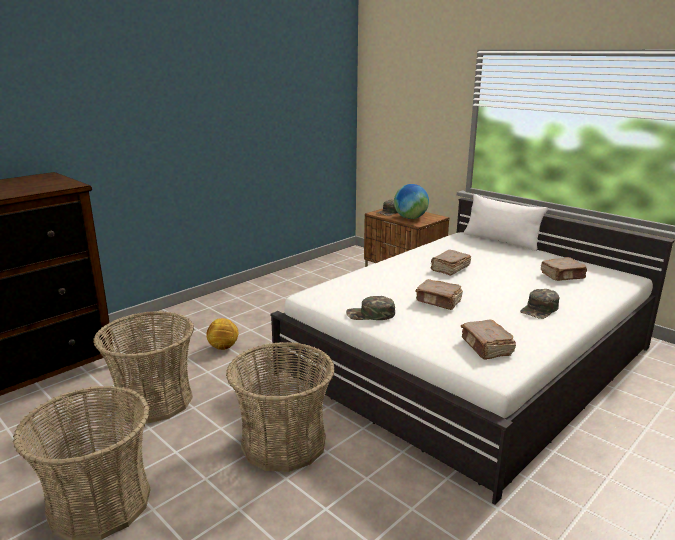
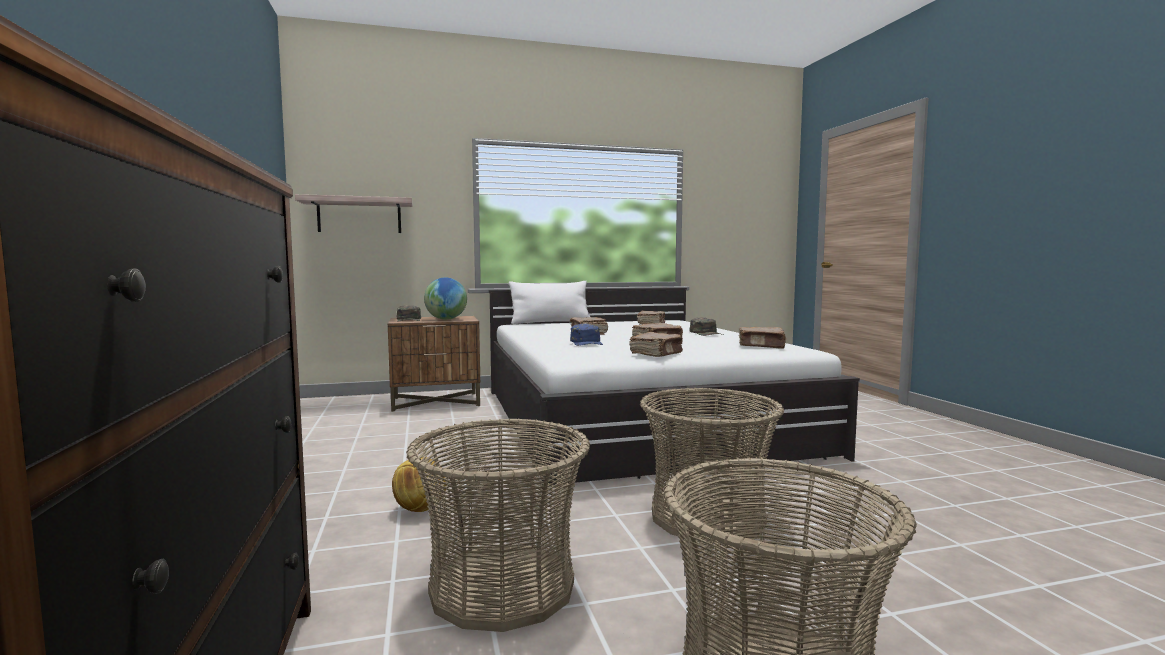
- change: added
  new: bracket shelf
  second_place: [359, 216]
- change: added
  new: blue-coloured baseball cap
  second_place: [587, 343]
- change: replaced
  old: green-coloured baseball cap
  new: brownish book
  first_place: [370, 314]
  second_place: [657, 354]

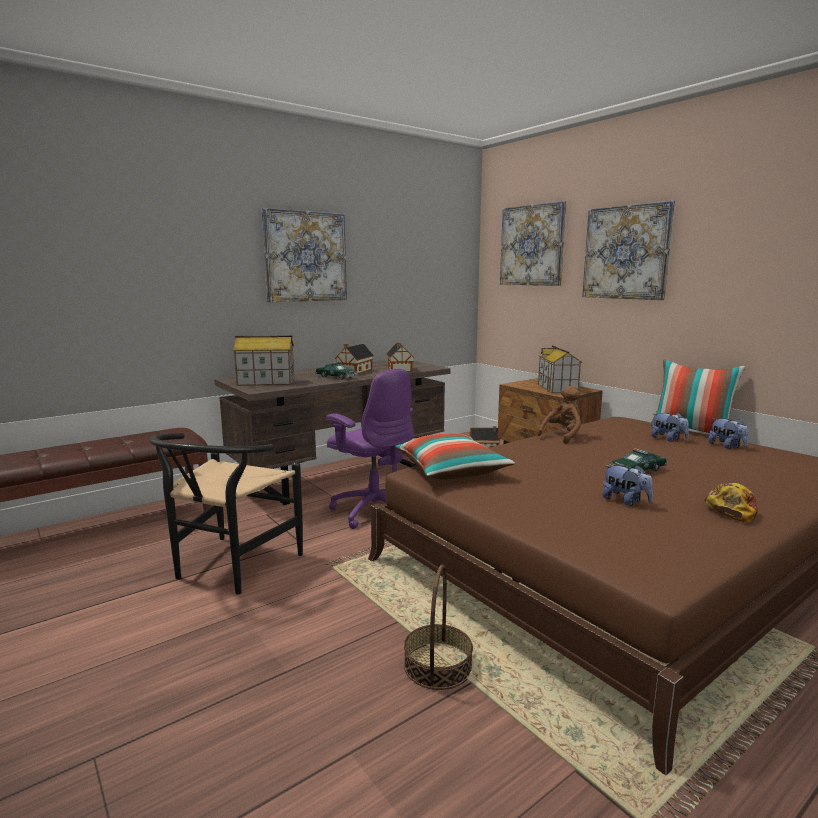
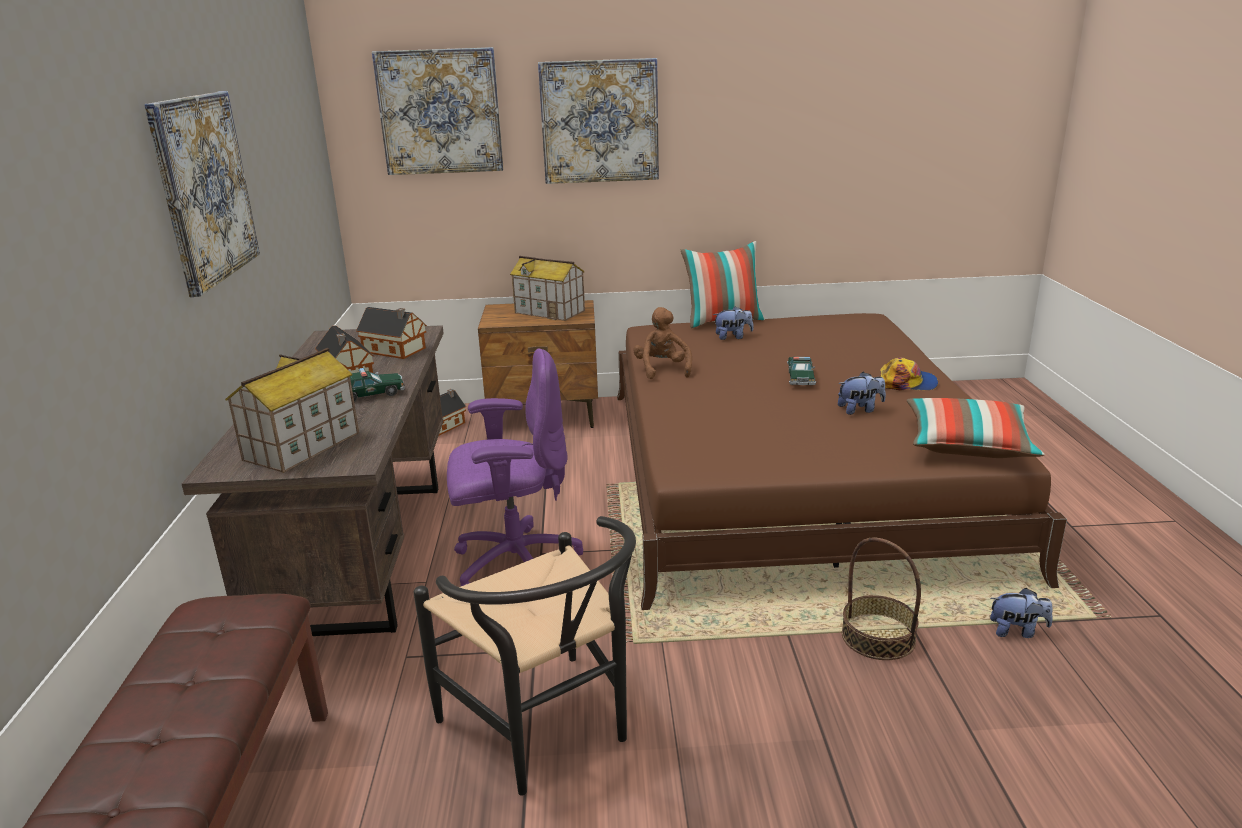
- change: moved
  old: pillow
  first_place: [451, 471]
  second_place: [968, 445]
- change: moved
  old: plush toy
  first_place: [727, 446]
  second_place: [1017, 631]
- change: turned
  old: baseball cap
  first_place: [730, 509]
  second_place: [907, 383]
  degrees: 120

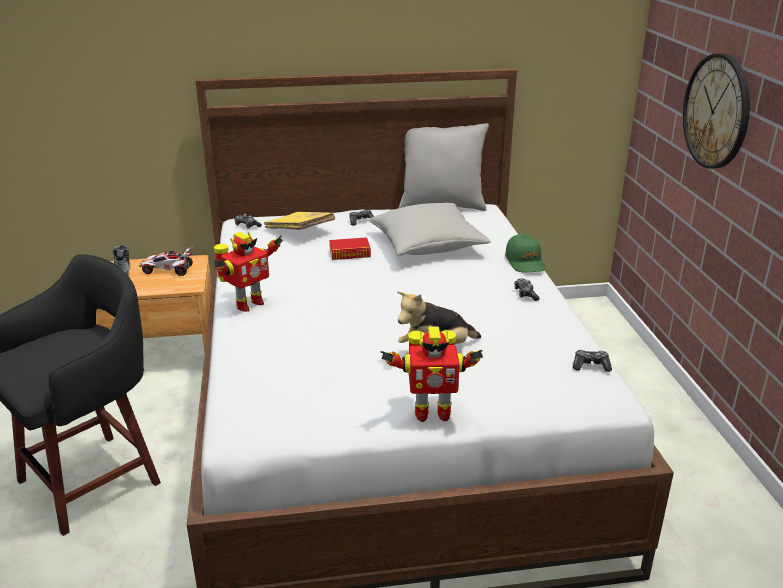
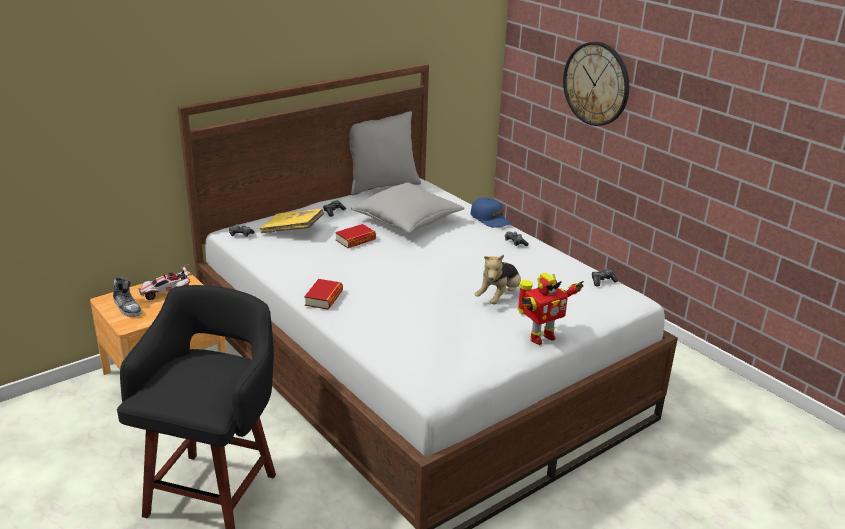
- change: replaced
  old: robot figure
  new: book
  first_place: [247, 304]
  second_place: [324, 298]
- change: recoloured
  old: green-coloured baseball cap
  new: blue-coloured baseball cap
  first_place: [525, 262]
  second_place: [490, 219]

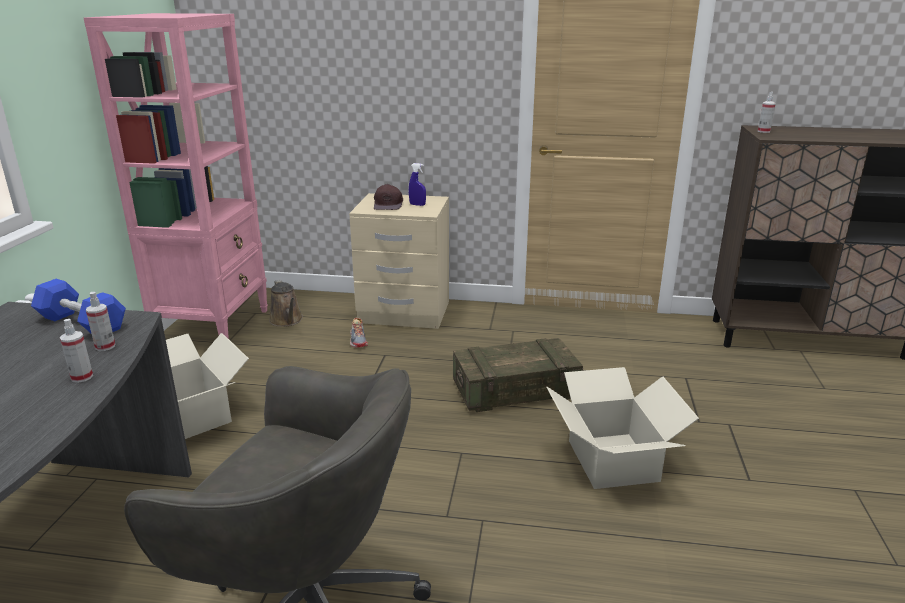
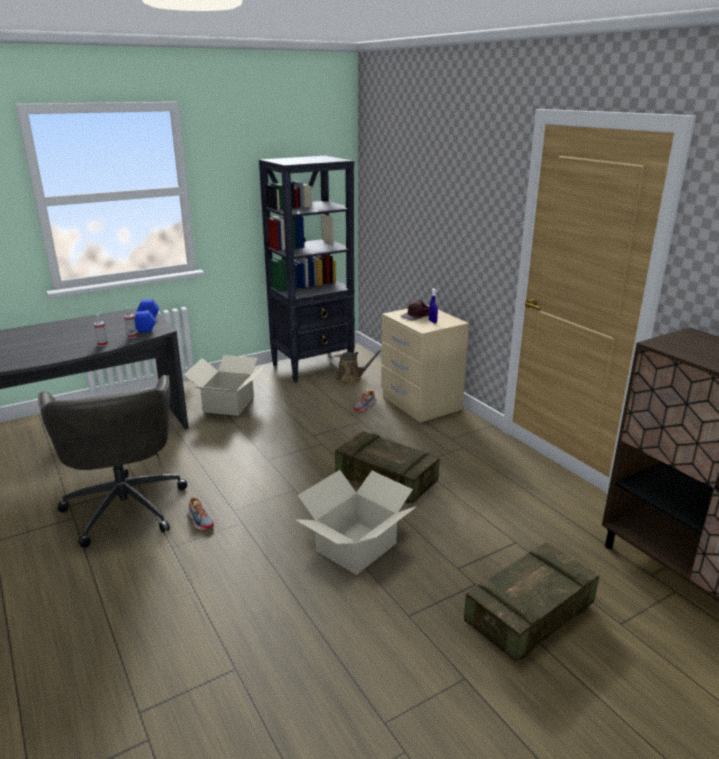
- change: removed
  old: sprayer
  first_place: [763, 131]
- change: added
  new: low shoe
  second_place: [200, 520]
- change: added
  new: packing crate
  second_place: [529, 615]
- change: recoloured
  old: pink shelving unit
  new: black shelving unit
  first_place: [215, 327]
  second_place: [313, 366]
- change: turned
  old: brownish watering can
  first_place: [287, 320]
  second_place: [351, 378]
  degrees: -120

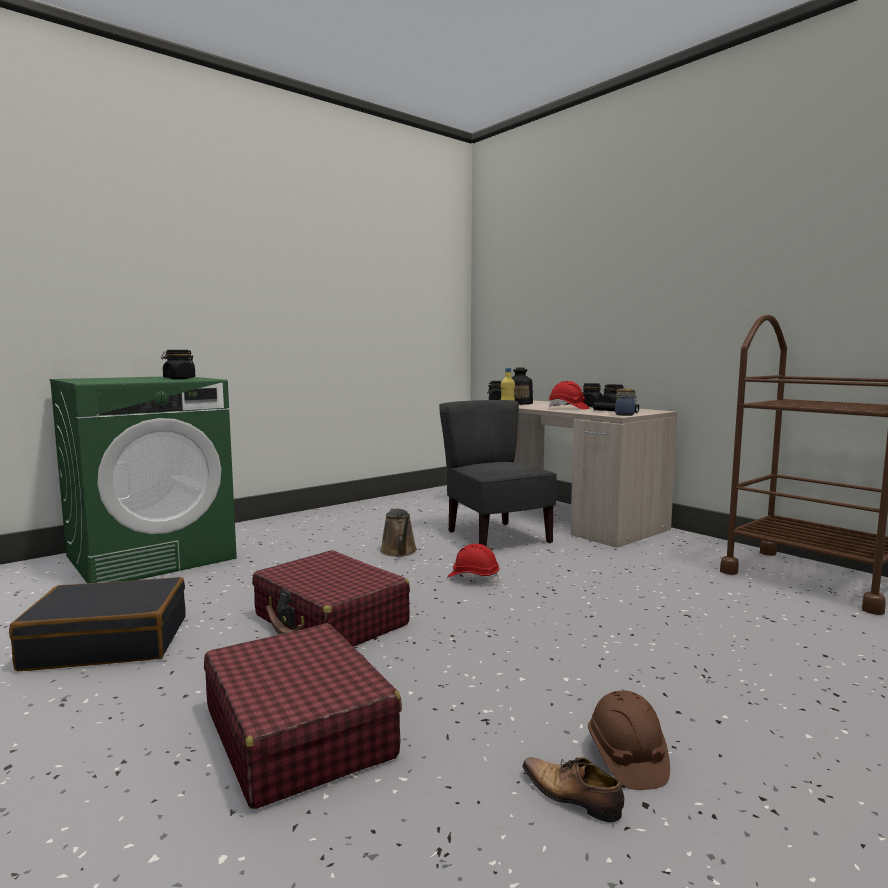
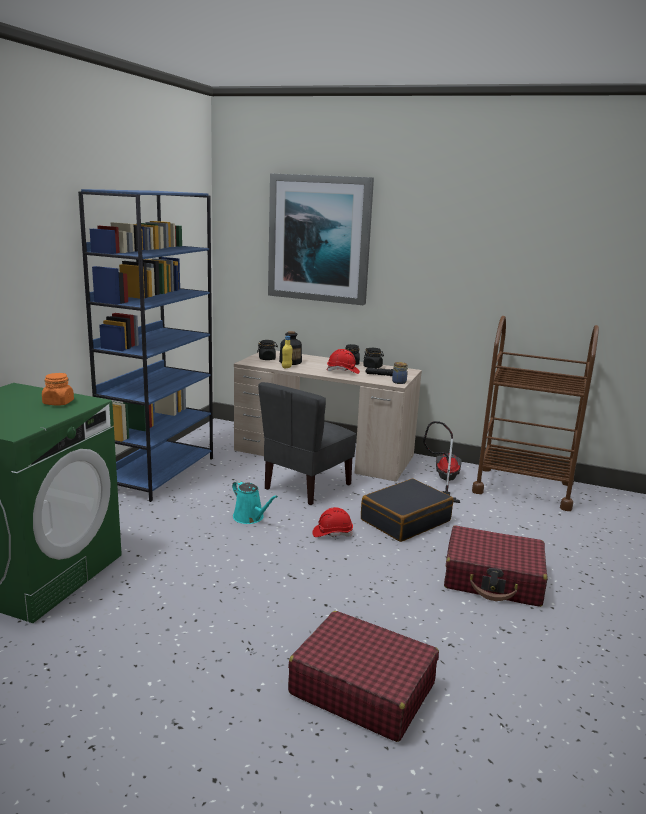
- change: removed
  old: low shoe
  first_place: [572, 797]
- change: removed
  old: brownish hard hat
  first_place: [626, 758]
- change: added
  new: blue-coloured shelving unit
  second_place: [159, 472]
- change: added
  new: wall picture
  second_place: [319, 239]
- change: added
  new: vacuum cleaner
  second_place: [443, 481]
- change: moved
  old: black travel case
  first_place: [108, 642]
  second_place: [405, 520]
- change: moved
  old: reddish travel case
  first_place: [331, 620]
  second_place: [493, 579]
- change: recoloured
  old: black jar
  new: orange jar
  first_place: [179, 379]
  second_place: [58, 403]
- change: recoloured
  old: brownish watering can
  new: turquoise-coloured watering can
  first_place: [399, 552]
  second_place: [250, 518]
- change: turned
  old: grey plain chair
  first_place: [496, 537]
  second_place: [306, 486]
  degrees: -90

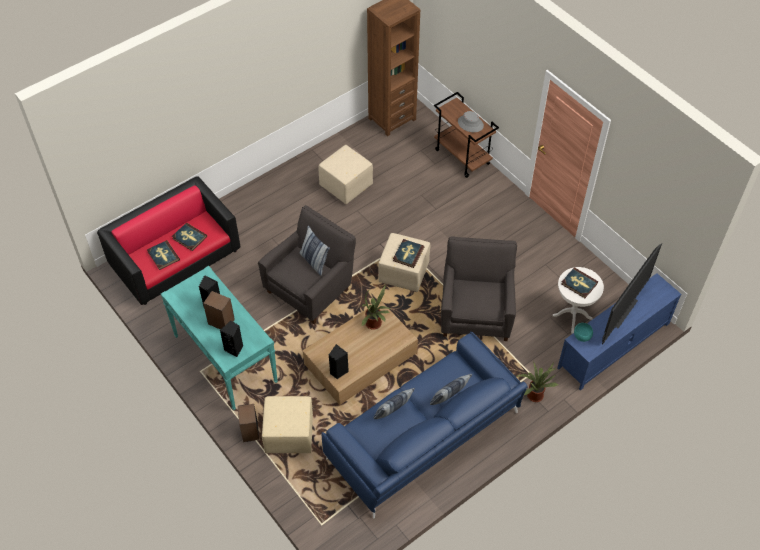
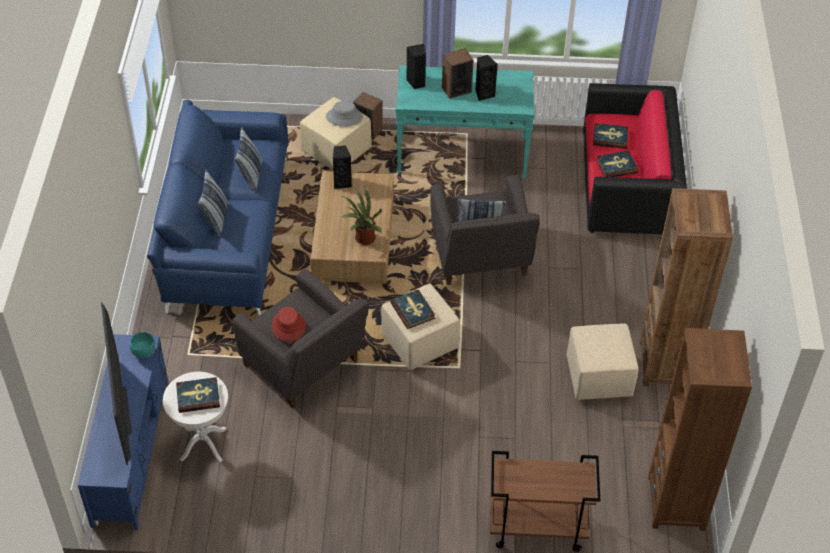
- change: removed
  old: plant in a pot
  first_place: [535, 394]
- change: added
  new: reddish wearable hat
  second_place: [288, 326]
- change: added
  new: brownish shelving unit
  second_place: [665, 364]
- change: moved
  old: grey wearable hat
  first_place: [470, 124]
  second_place: [344, 117]

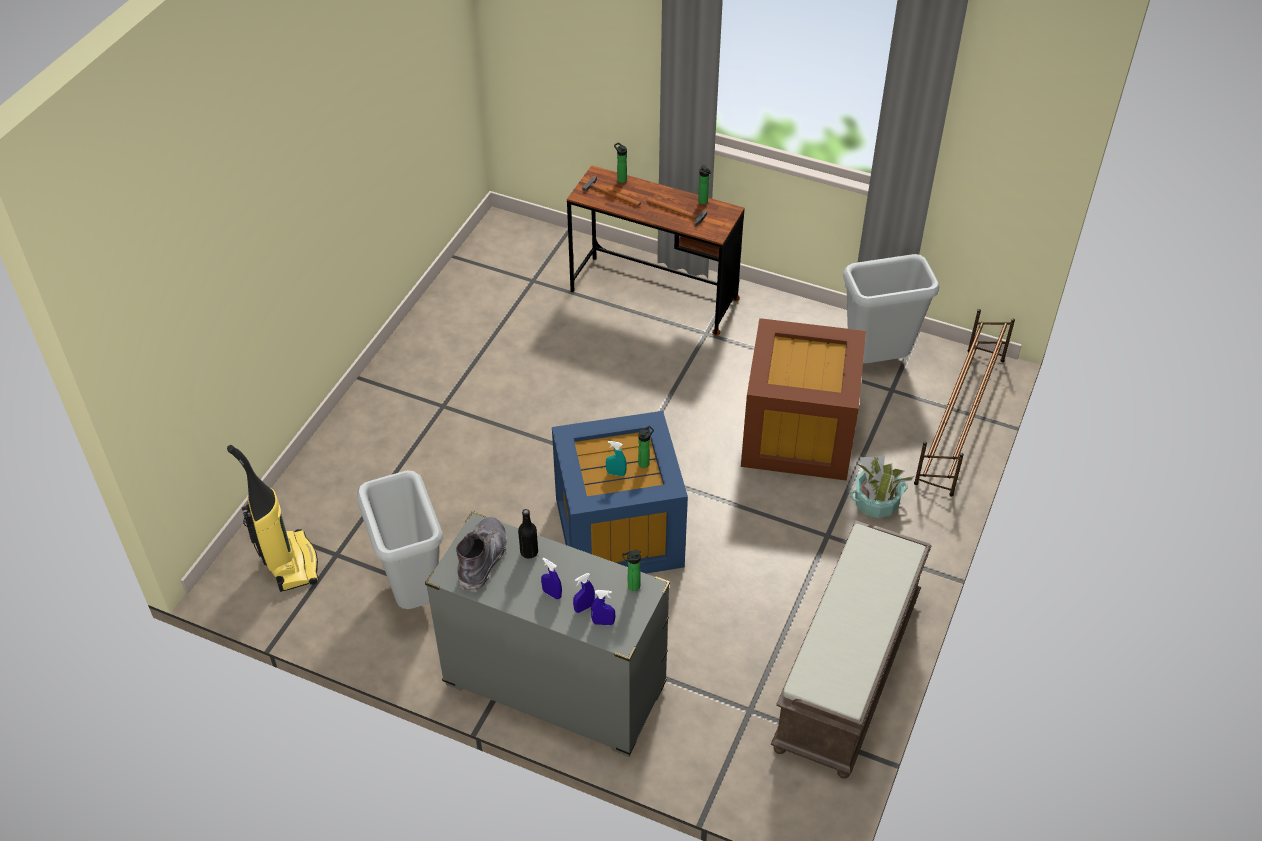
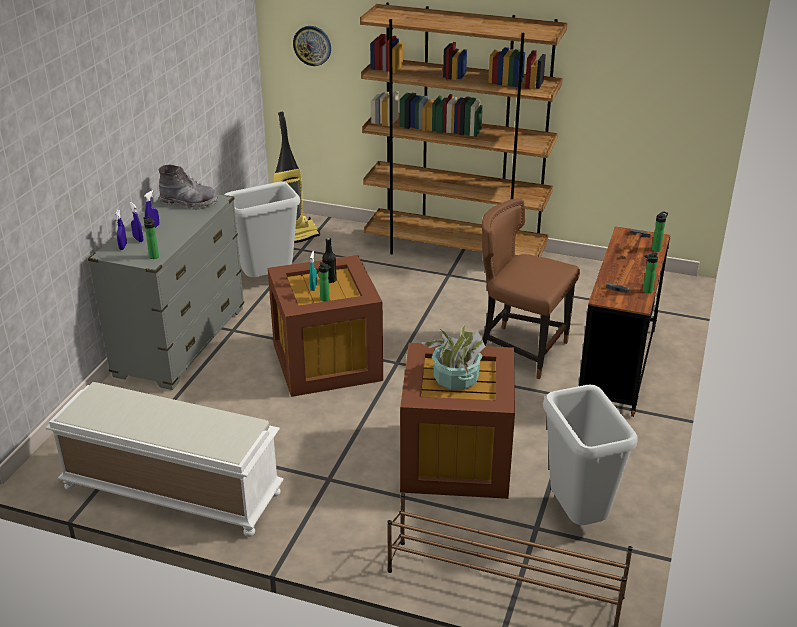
- change: added
  new: wall clock
  second_place: [312, 45]
- change: added
  new: brownish shelving unit
  second_place: [455, 252]
- change: added
  new: brownish plain chair
  second_place: [520, 350]
- change: moved
  old: black bottle
  first_place: [529, 552]
  second_place: [330, 280]
- change: moved
  old: plant in a pot
  first_place: [876, 503]
  second_place: [456, 379]
- change: recoloured
  old: blue-coloured storage container
  new: brownish storage container
  first_place: [616, 531]
  second_place: [328, 361]
- change: recoloured
  old: brownish bench
  new: white-coloured bench
  first_place: [848, 674]
  second_place: [170, 491]

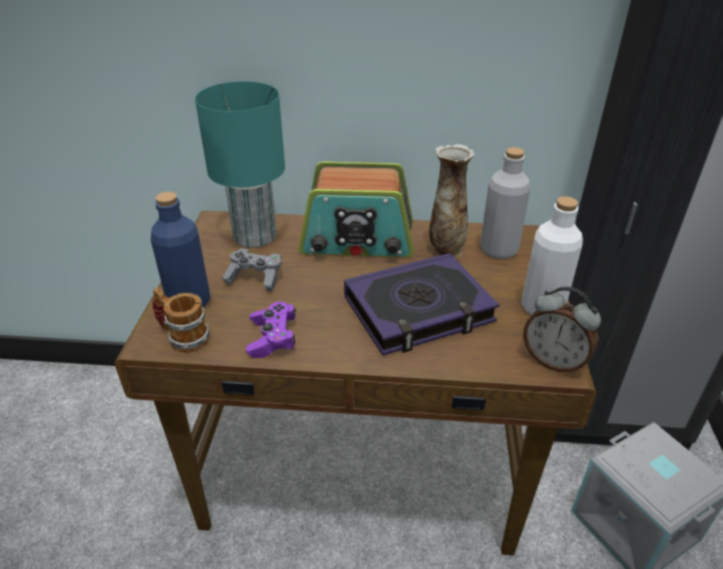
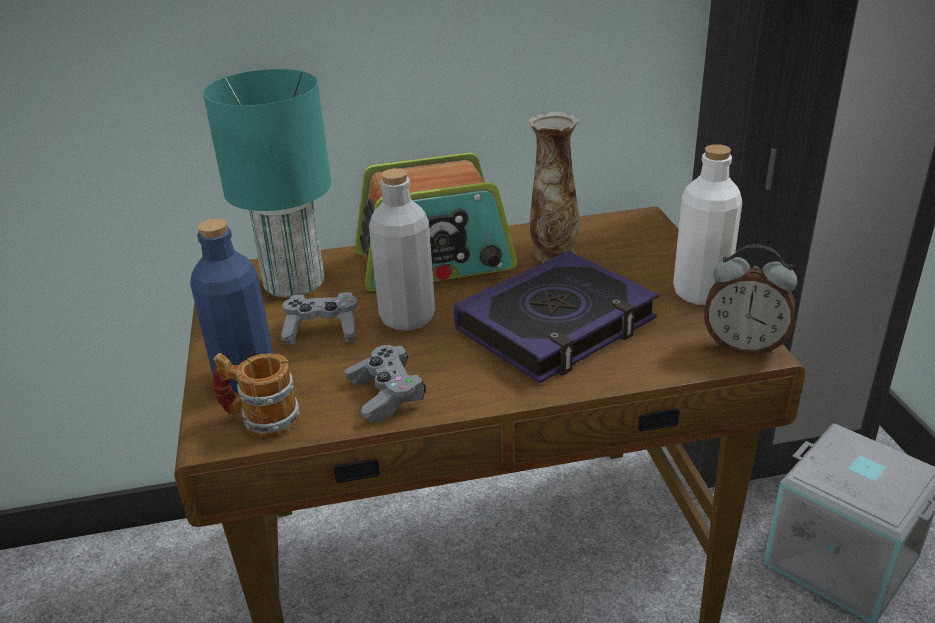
- change: moved
  old: grey bottle
  first_place: [498, 250]
  second_place: [407, 317]
- change: recoloured
  old: purplish gamepad
  new: grey gamepad
  first_place: [272, 338]
  second_place: [386, 395]

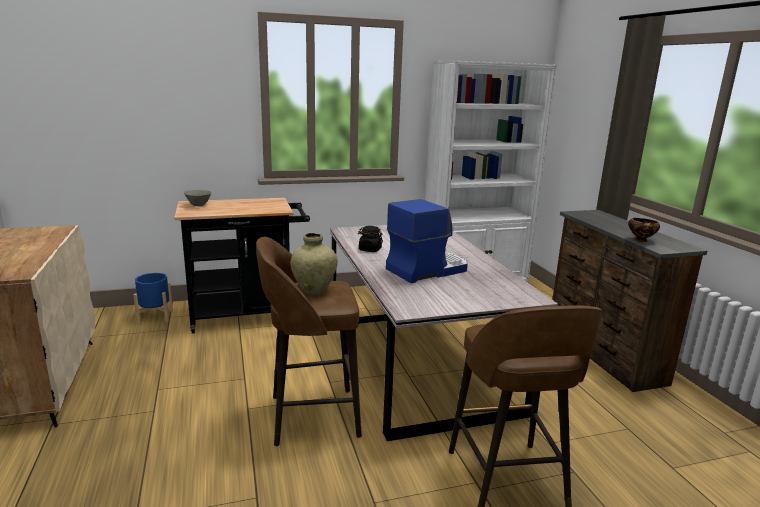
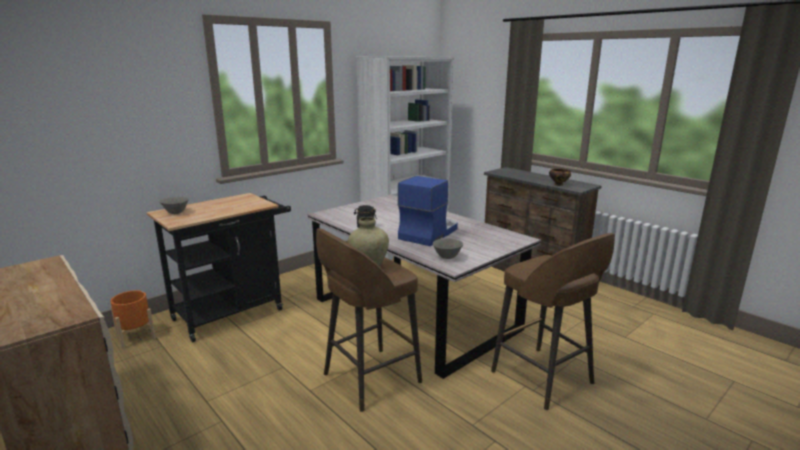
- change: added
  new: grey bowl
  second_place: [447, 257]
- change: recoloured
  old: blue-coloured plant pot
  new: orange plant pot
  first_place: [155, 316]
  second_place: [136, 336]

